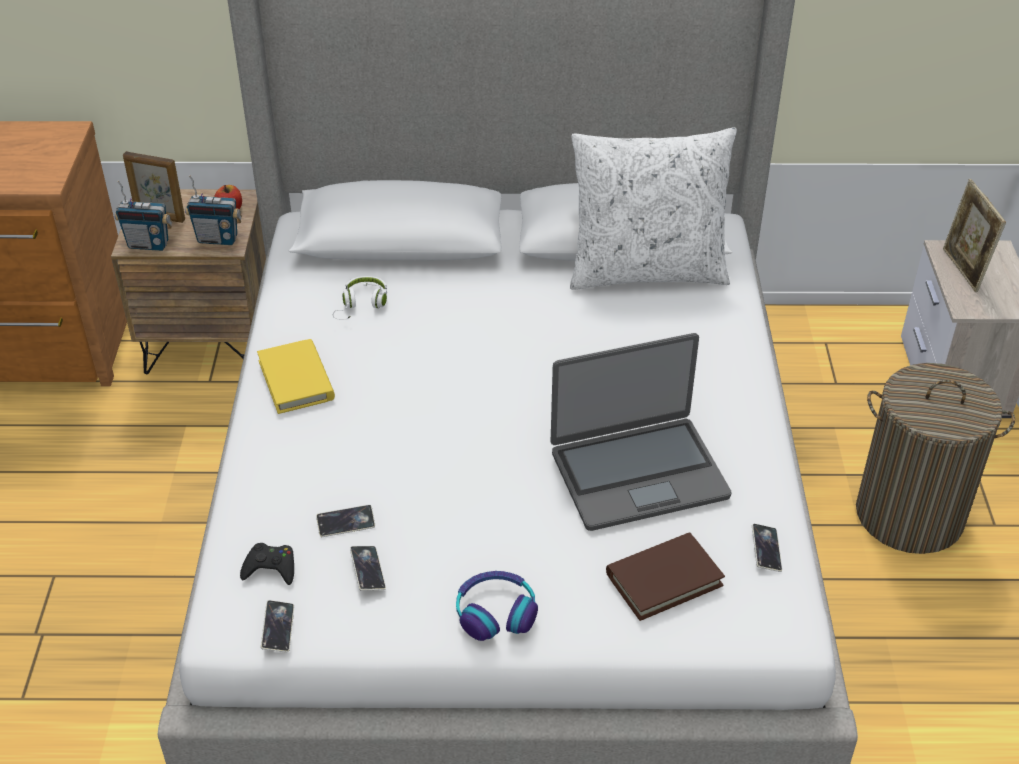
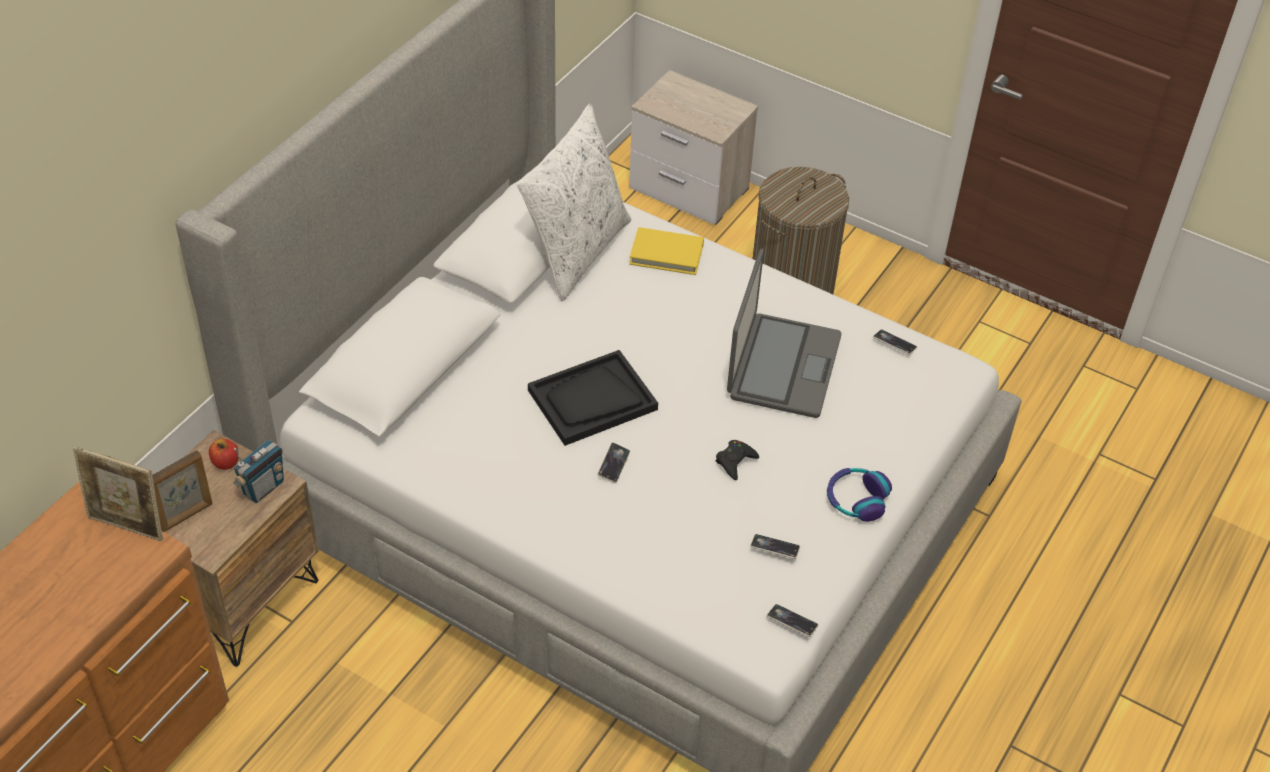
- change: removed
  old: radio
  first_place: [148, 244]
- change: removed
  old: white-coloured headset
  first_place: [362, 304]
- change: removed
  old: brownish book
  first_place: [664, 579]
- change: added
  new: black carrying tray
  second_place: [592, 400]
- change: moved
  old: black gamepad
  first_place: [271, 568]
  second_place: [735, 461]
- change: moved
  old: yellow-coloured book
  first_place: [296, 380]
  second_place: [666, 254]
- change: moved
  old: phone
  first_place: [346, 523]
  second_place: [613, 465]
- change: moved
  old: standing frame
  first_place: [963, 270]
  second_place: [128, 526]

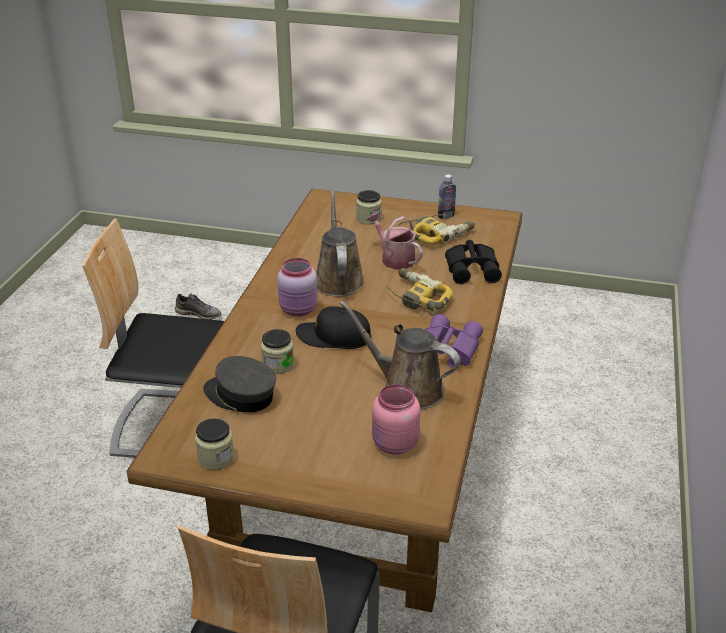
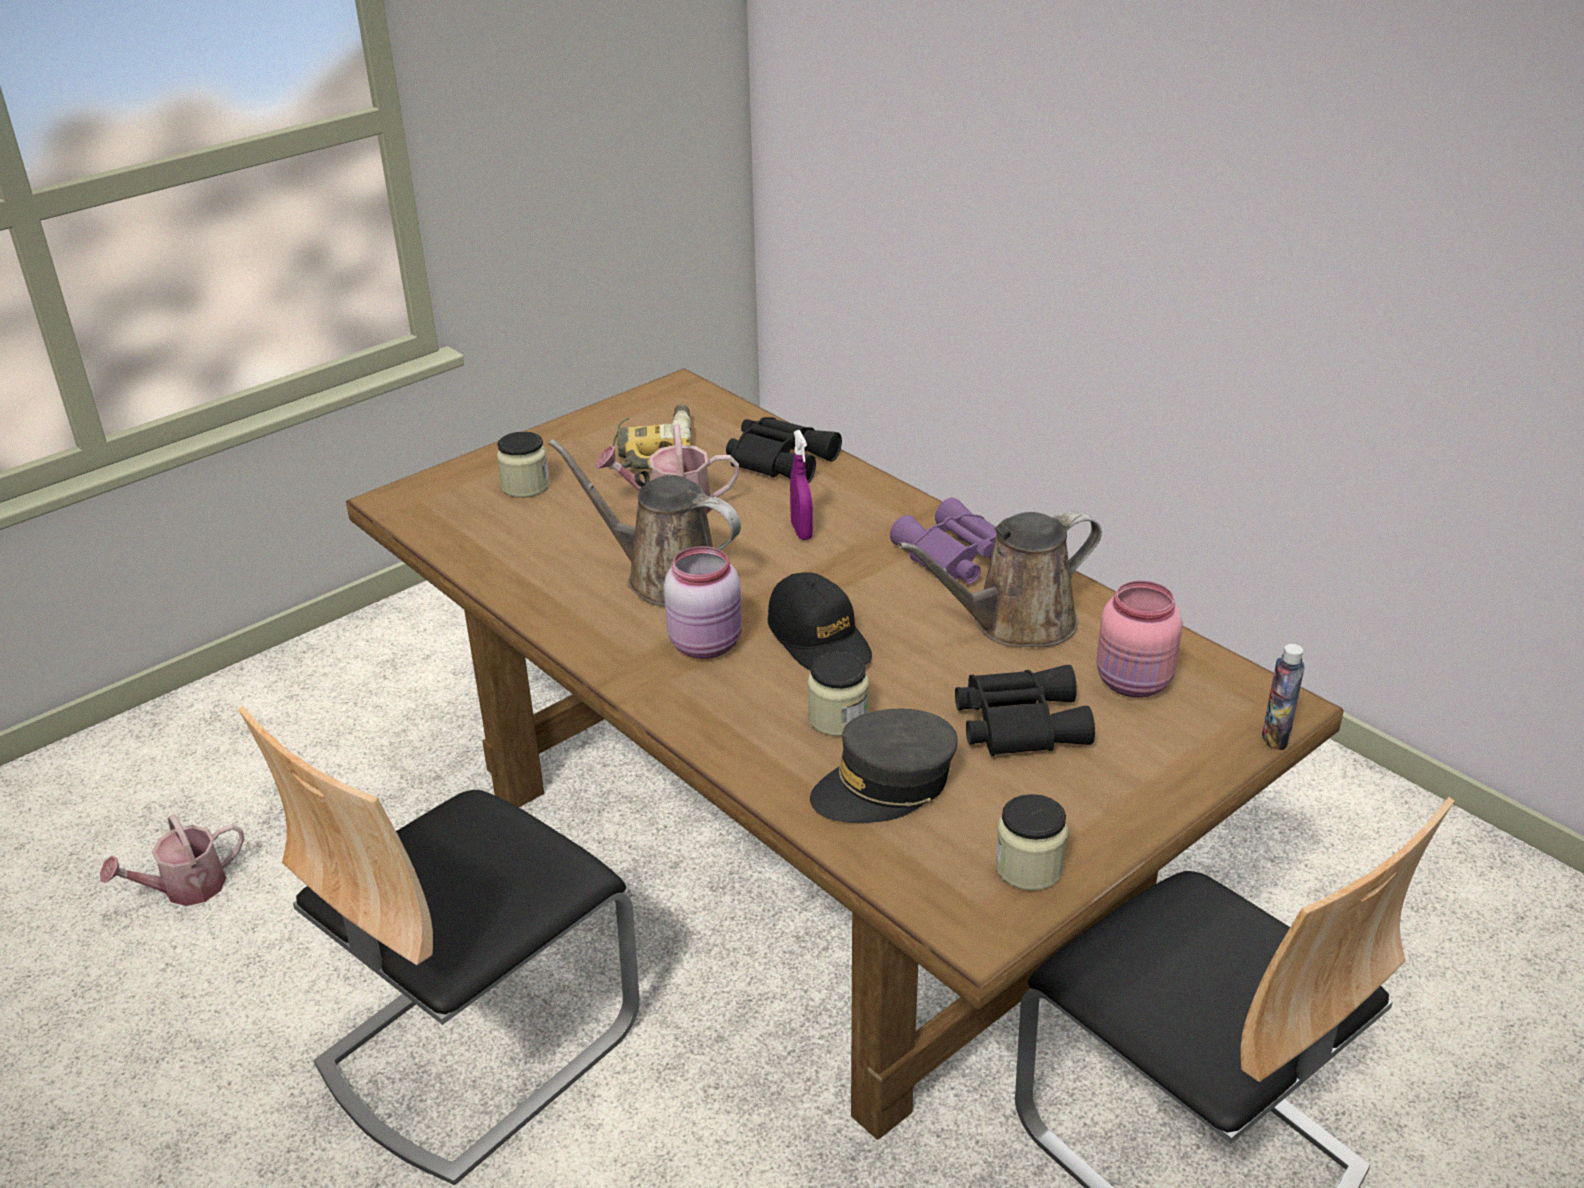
- change: added
  new: black pair of binoculars
  second_place: [1018, 722]
- change: moved
  old: bottle
  first_place: [446, 216]
  second_place: [1275, 737]
- change: replaced
  old: grey low shoe
  new: watering can
  first_place: [199, 314]
  second_place: [185, 889]
- change: replaced
  old: power drill
  new: purplish sprayer
  first_place: [416, 298]
  second_place: [801, 531]
- change: turned
  old: black baseball cap
  first_place: [334, 337]
  second_place: [820, 639]
  degrees: -75

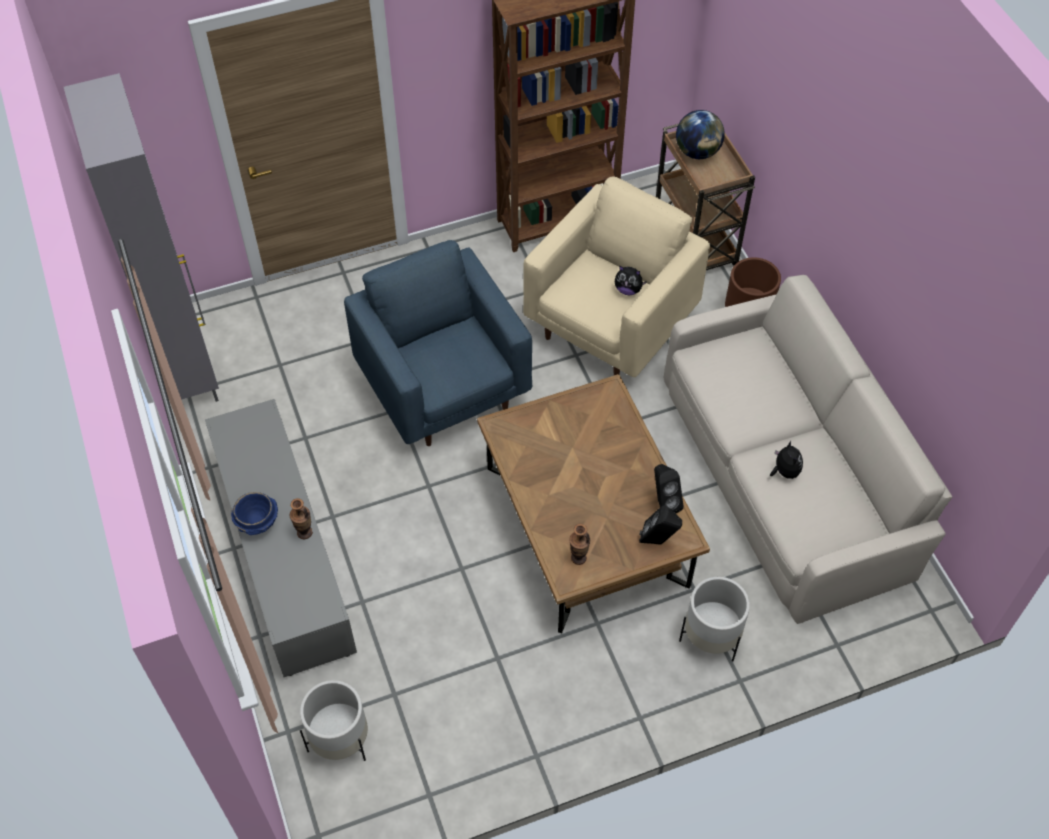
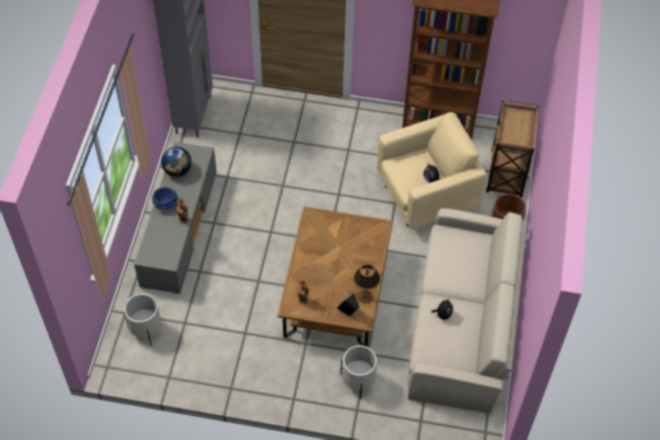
- change: removed
  old: blue-coloured easy chair
  first_place: [444, 389]
- change: moved
  old: desk globe
  first_place: [697, 152]
  second_place: [177, 171]
- change: replaced
  old: black speaker
  new: lamp for a table
  first_place: [663, 503]
  second_place: [365, 296]

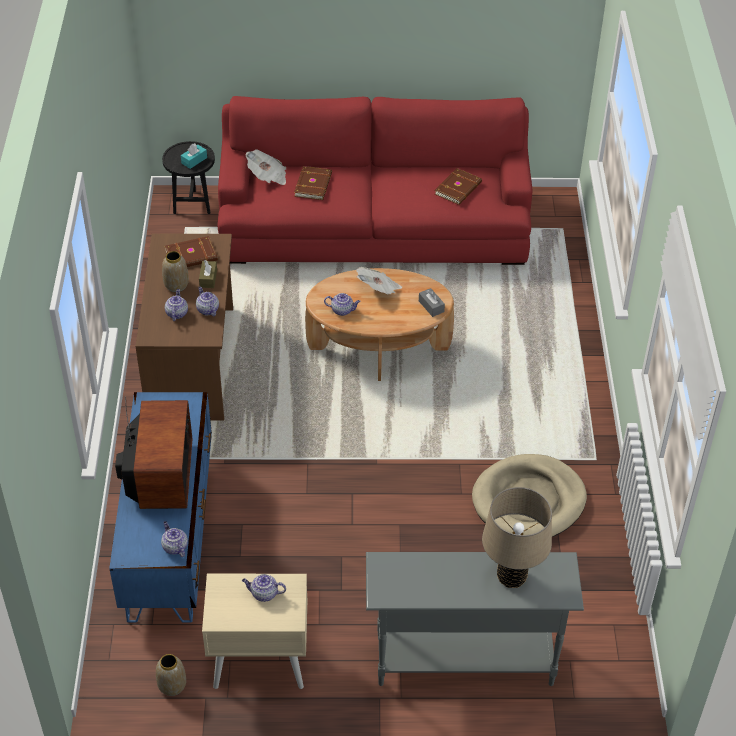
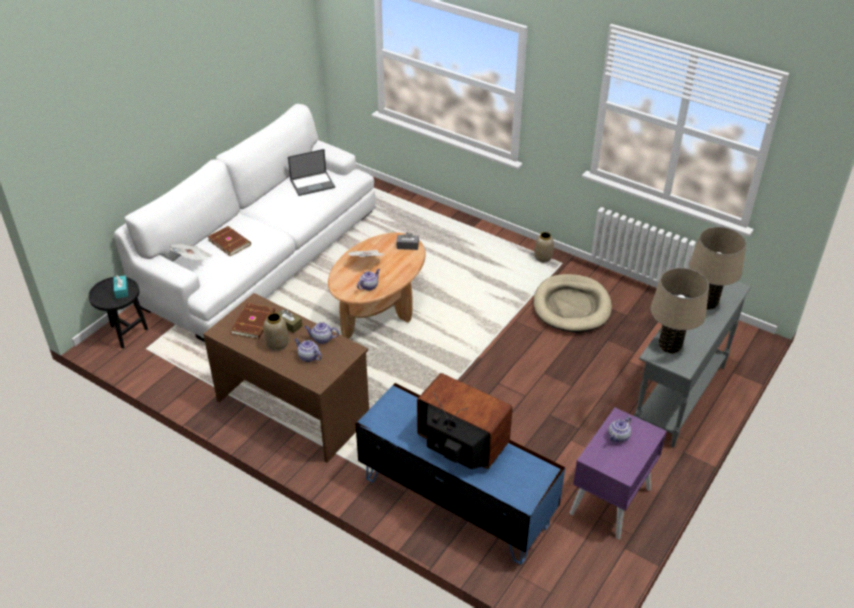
- change: removed
  old: tea pot
  first_place: [174, 547]
- change: added
  new: beige-coloured lamp for a table
  second_place: [670, 346]
- change: moved
  old: vase
  first_place: [172, 685]
  second_place: [543, 258]
- change: replaced
  old: brownish book
  new: notebook computer
  first_place: [459, 188]
  second_place: [313, 183]
- change: recoloured
  old: beige-coloured bedside table
  new: purplish bedside table
  first_place: [259, 660]
  second_place: [610, 501]
- change: recoloured
  old: reddish couch
  new: white-coloured couch
  first_place: [374, 227]
  second_place: [261, 256]

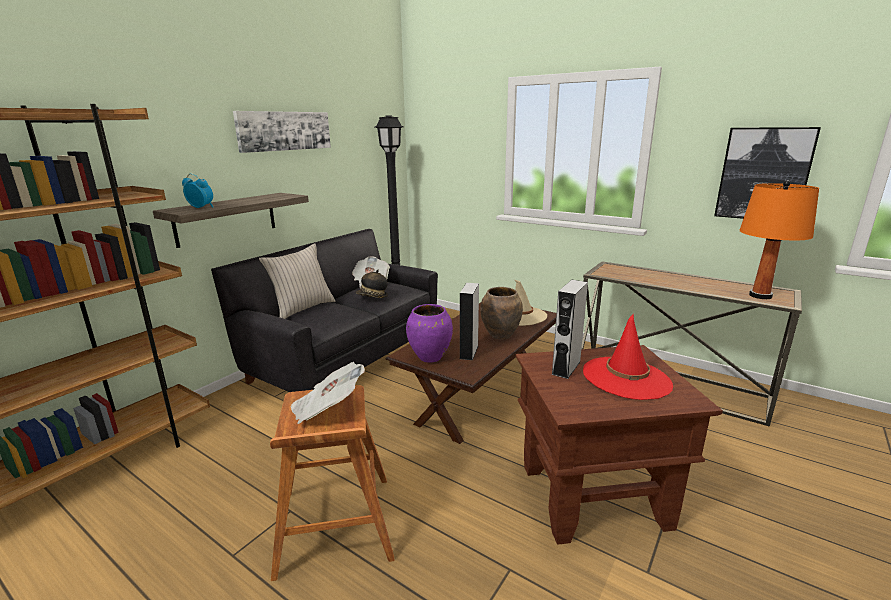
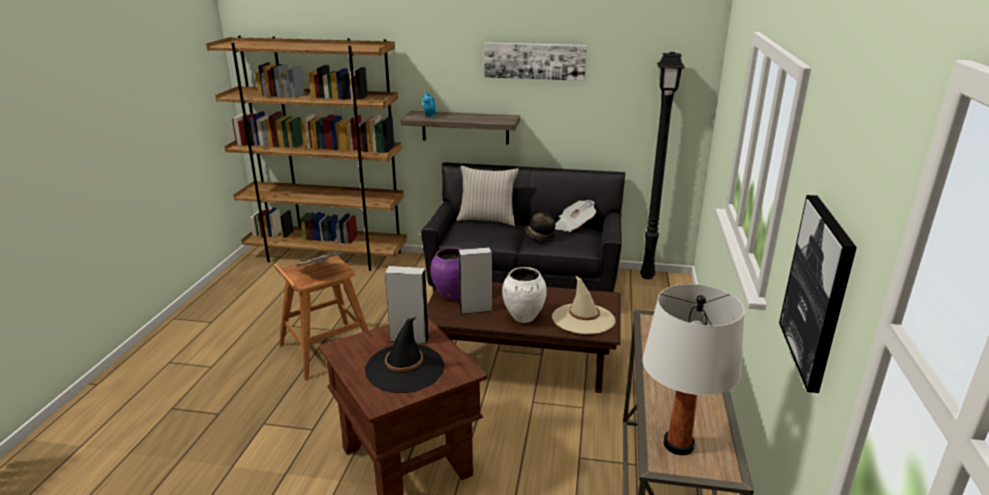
- change: recoloured
  old: brownish vase
  new: white-coloured vase
  first_place: [500, 335]
  second_place: [524, 317]
- change: recoloured
  old: reddish wearable hat
  new: black wearable hat
  first_place: [626, 378]
  second_place: [405, 368]
- change: recoloured
  old: orange lamp for a table
  new: white-coloured lamp for a table
  first_place: [760, 296]
  second_place: [678, 445]

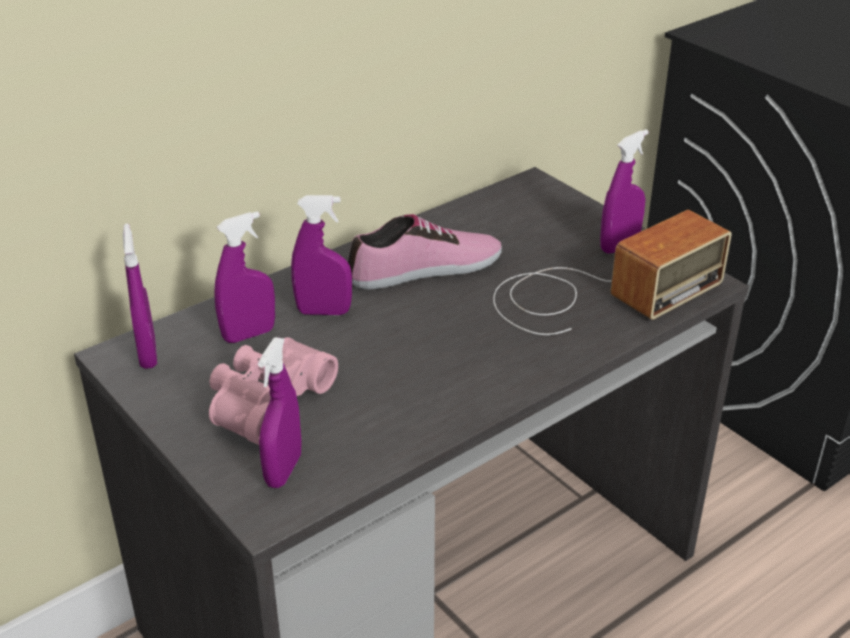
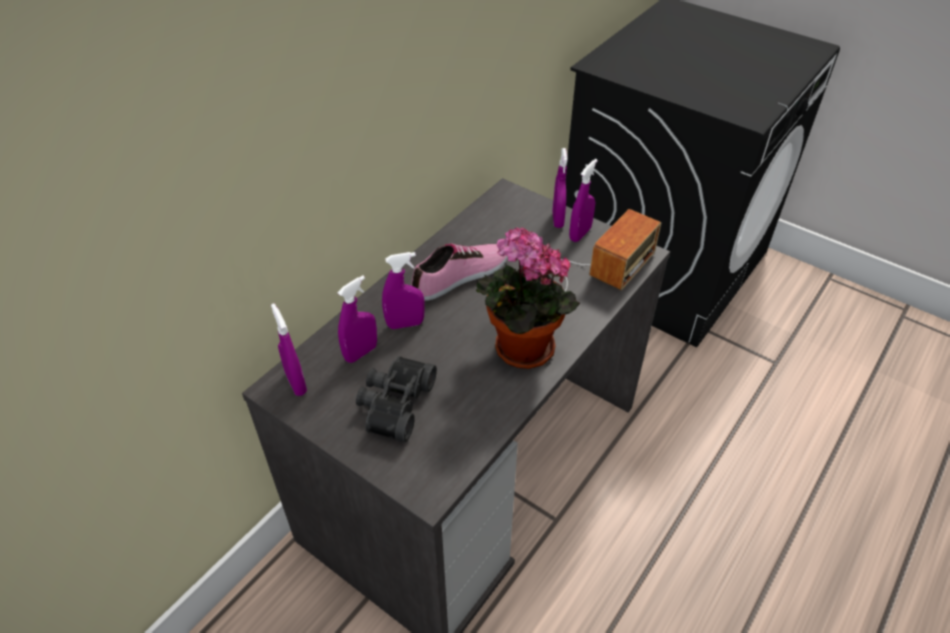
- change: added
  new: plant in a pot
  second_place: [519, 351]
- change: moved
  old: purplish sprayer
  first_place: [283, 470]
  second_place: [557, 219]
- change: recoloured
  old: pink pair of binoculars
  new: black pair of binoculars
  first_place: [265, 400]
  second_place: [394, 404]

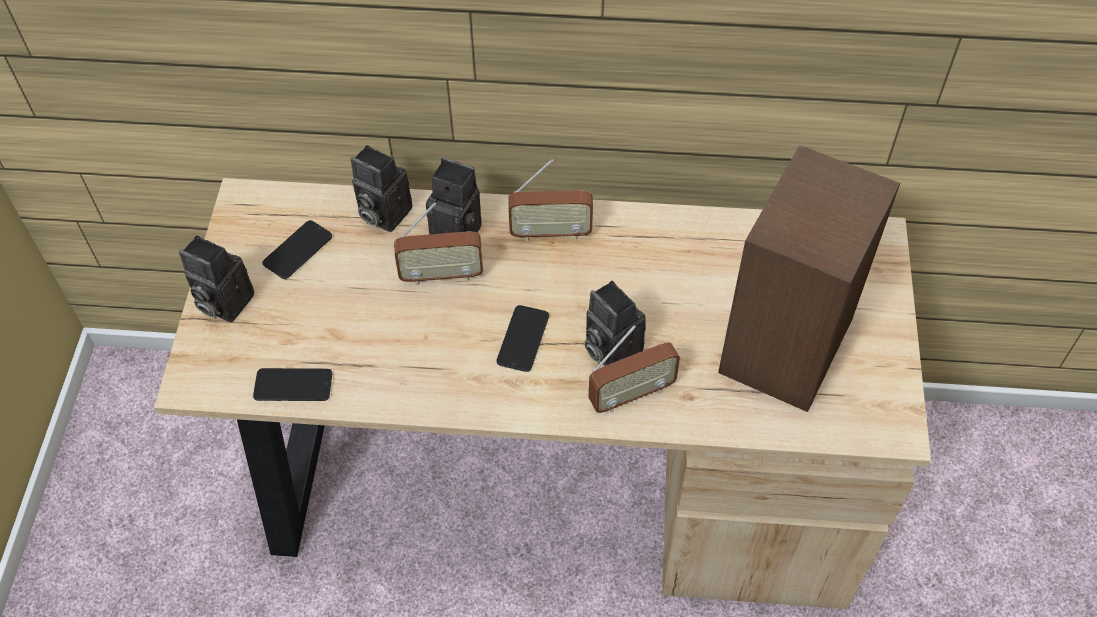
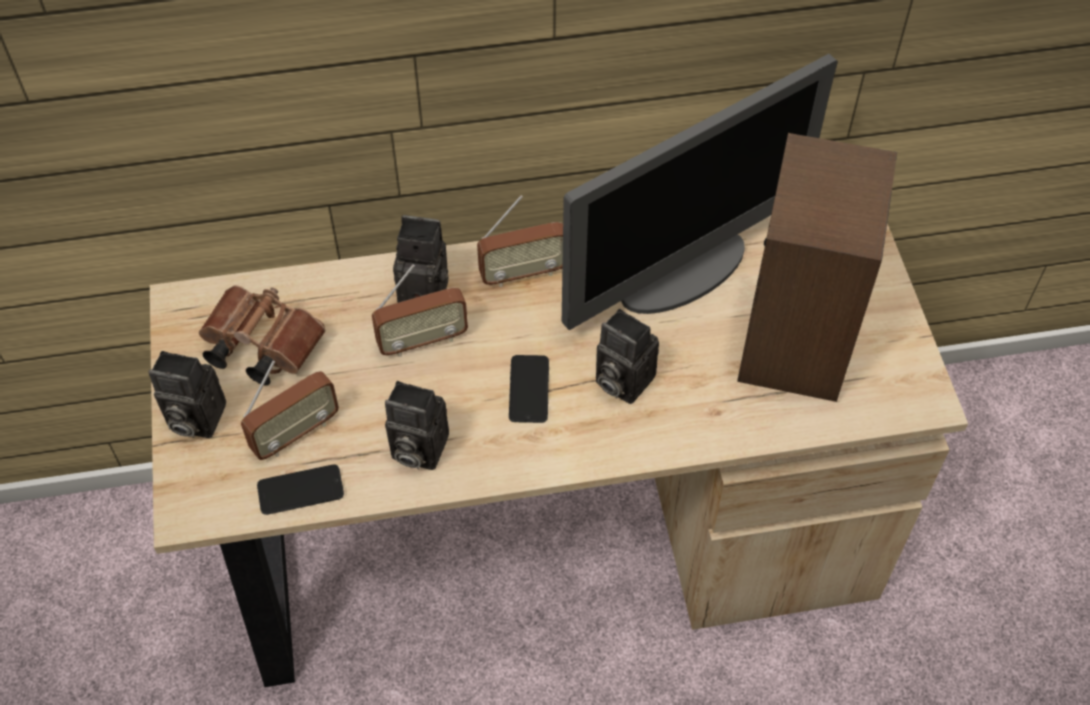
- change: added
  new: monitor
  second_place: [684, 272]
- change: moved
  old: photo camera
  first_place: [382, 213]
  second_place: [416, 449]
- change: moved
  old: radio
  first_place: [631, 394]
  second_place: [295, 434]
- change: replaced
  old: phone
  new: brownish pair of binoculars
  first_place: [298, 250]
  second_place: [259, 346]

